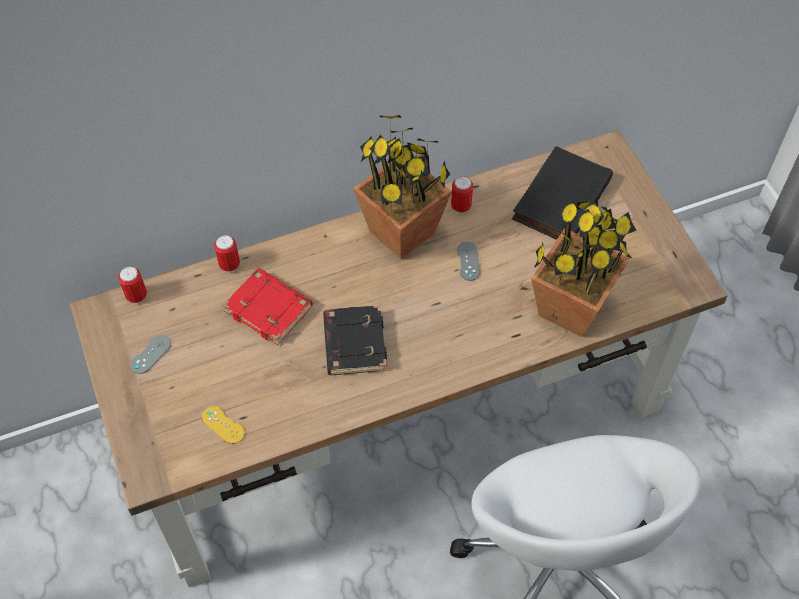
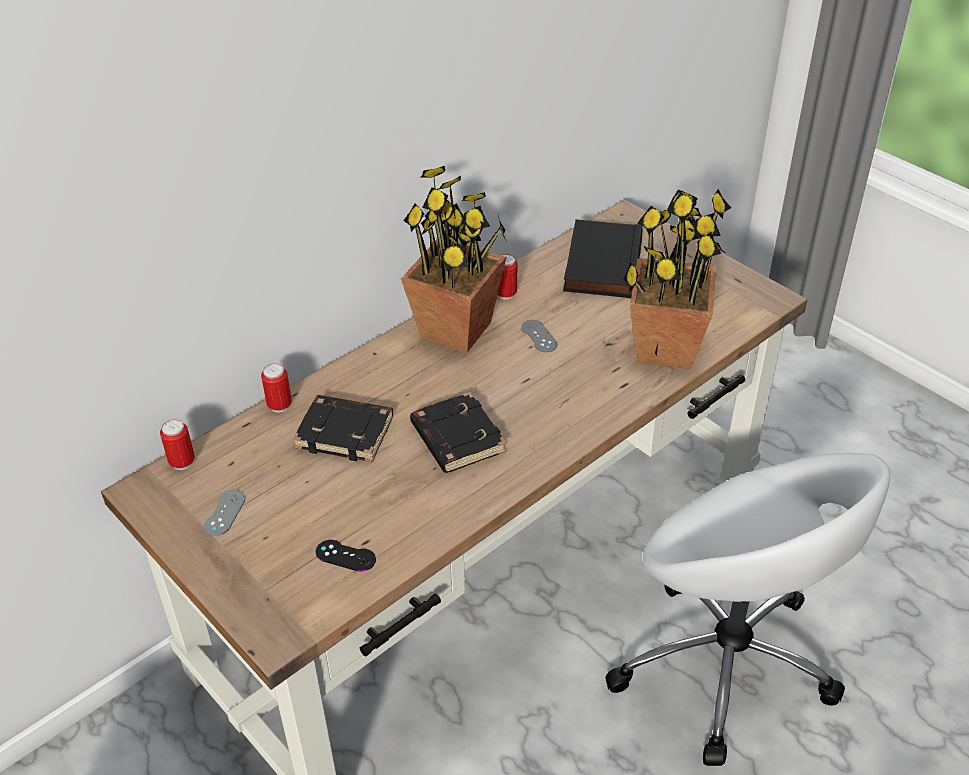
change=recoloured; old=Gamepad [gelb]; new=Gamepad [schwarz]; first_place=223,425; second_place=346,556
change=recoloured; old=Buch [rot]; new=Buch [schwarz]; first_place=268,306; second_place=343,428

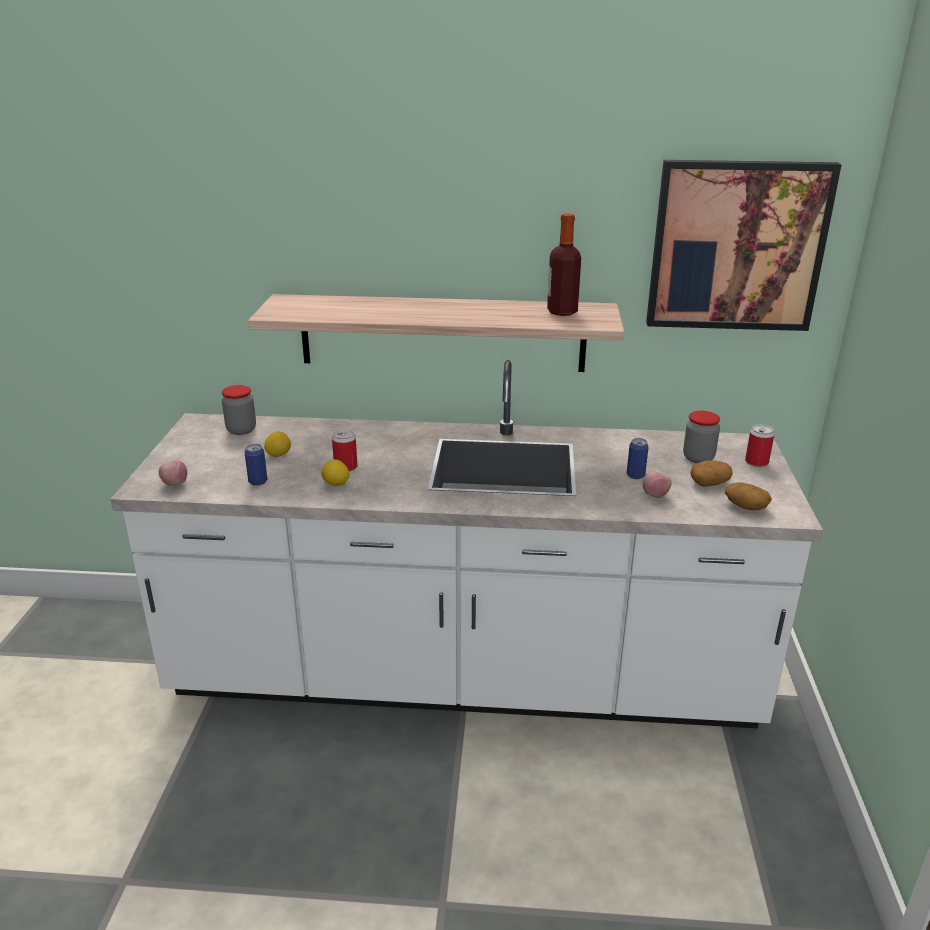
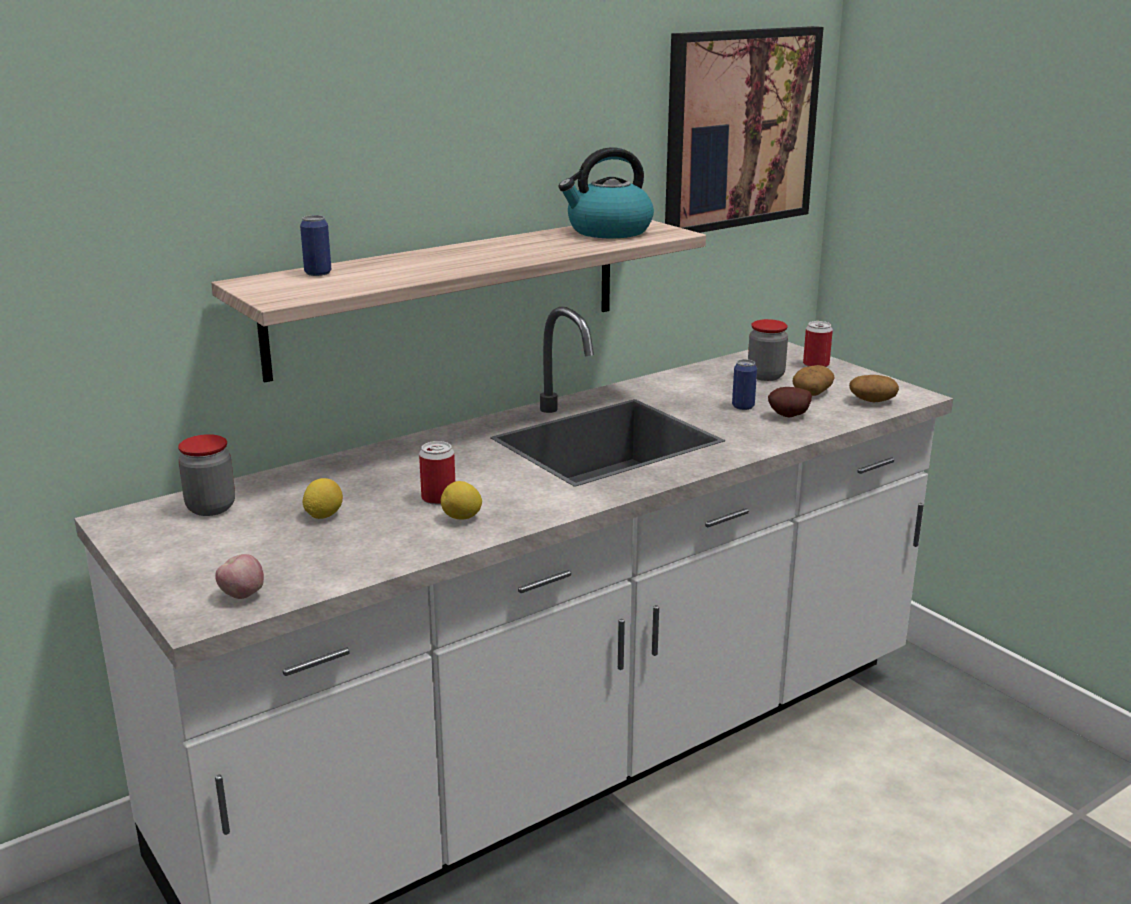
change=moved; old=Dose; first_place=255,464; second_place=315,245
change=replaced; old=Flasche; new=Wasserkessel; first_place=564,264; second_place=606,192
change=replaced; old=Apfel; new=Kartoffel; first_place=657,484; second_place=790,402

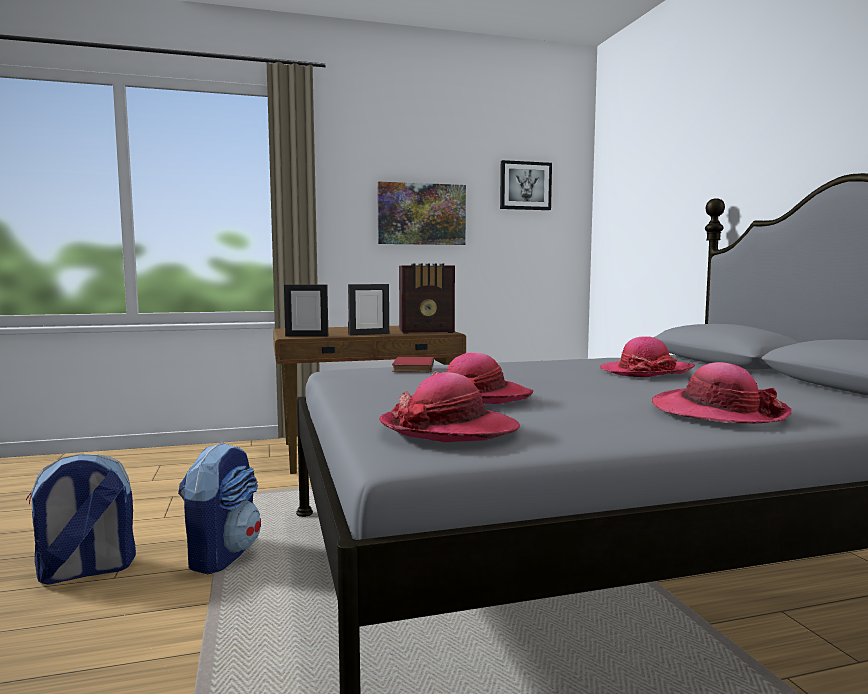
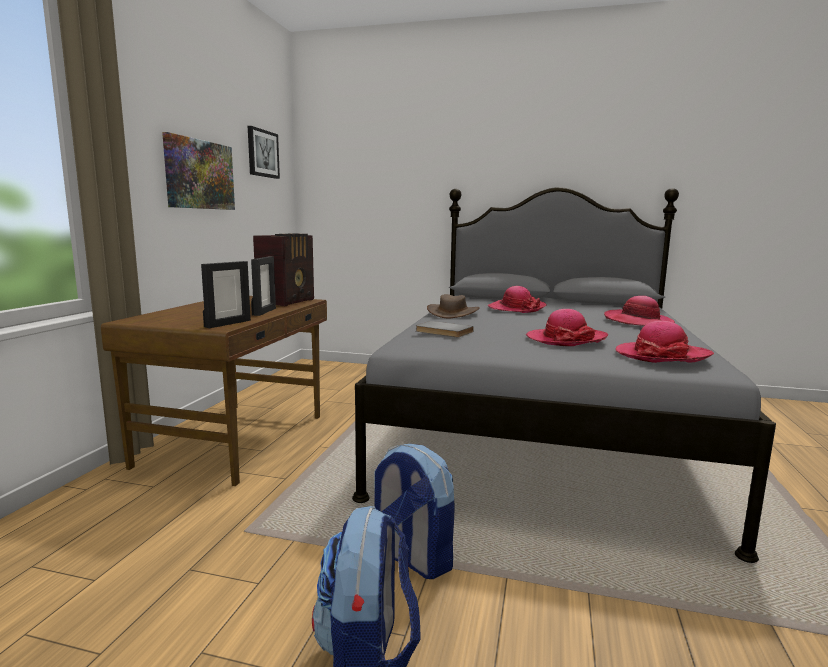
change=added; new=Hut [braun]; second_place=453,306
change=recoloured; old=Buch [rot]; new=Buch [grau]; first_place=413,364; second_place=445,329

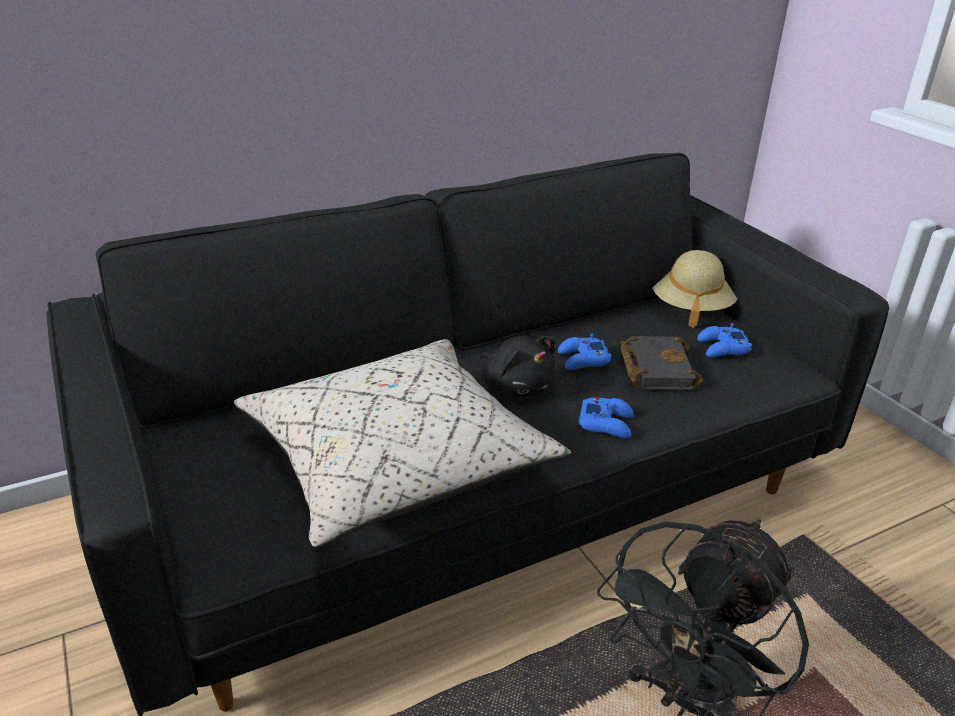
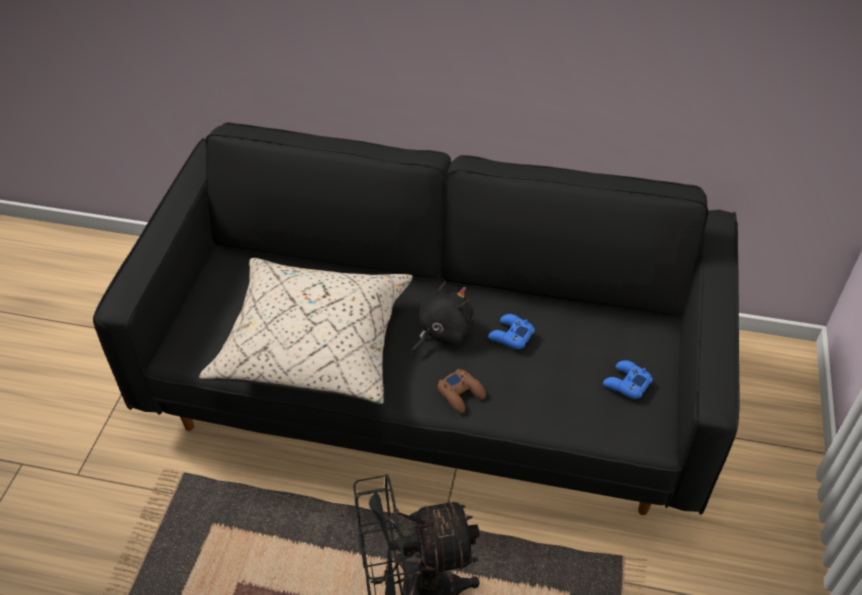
change=removed; old=Buch [schwarz]; first_place=662,363
change=removed; old=Hut [beige]; first_place=694,289
change=recoloured; old=Gamepad [blau]; new=Gamepad [braun]; first_place=606,417; second_place=462,391
change=turned; old=Plüschtier [schwarz]; first_place=518,366; second_place=442,318; degrees=-135

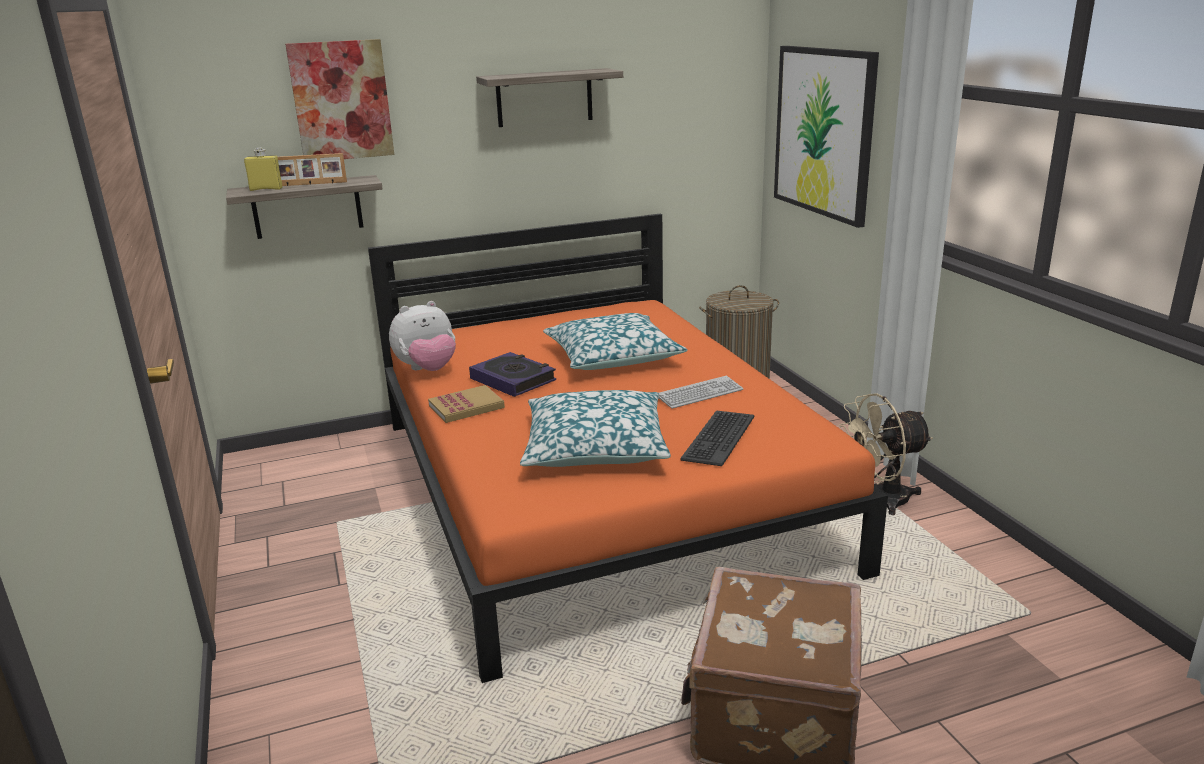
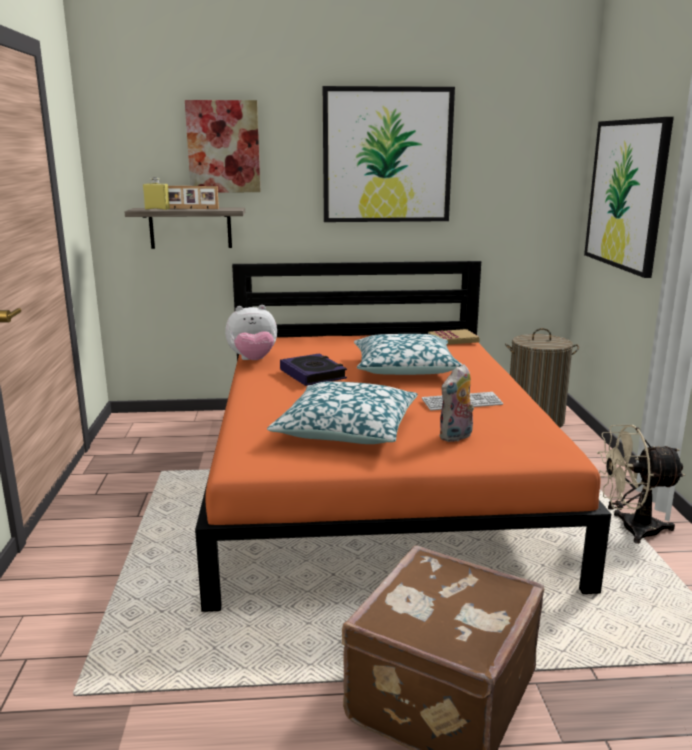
change=moved; old=Buch; first_place=466,404; second_place=454,337
change=replaced; old=Wandregal; new=Bild; first_place=549,97; second_place=389,154
change=replaced; old=Tastatur; new=Plüschtier; first_place=717,438; second_place=456,403

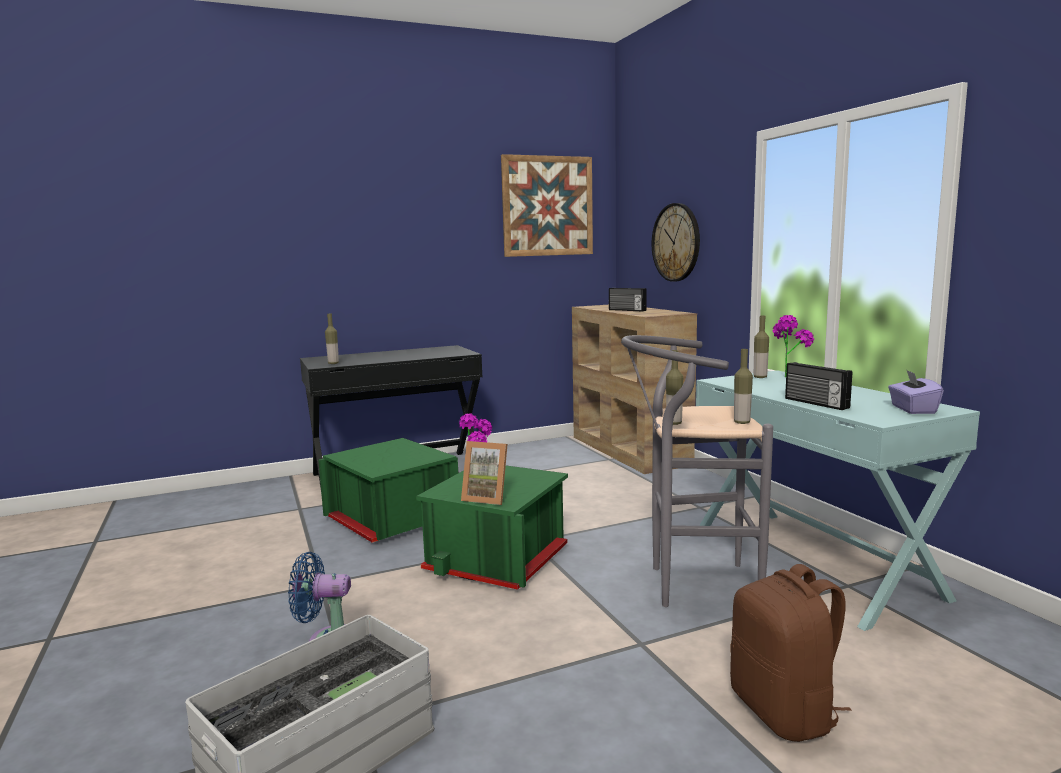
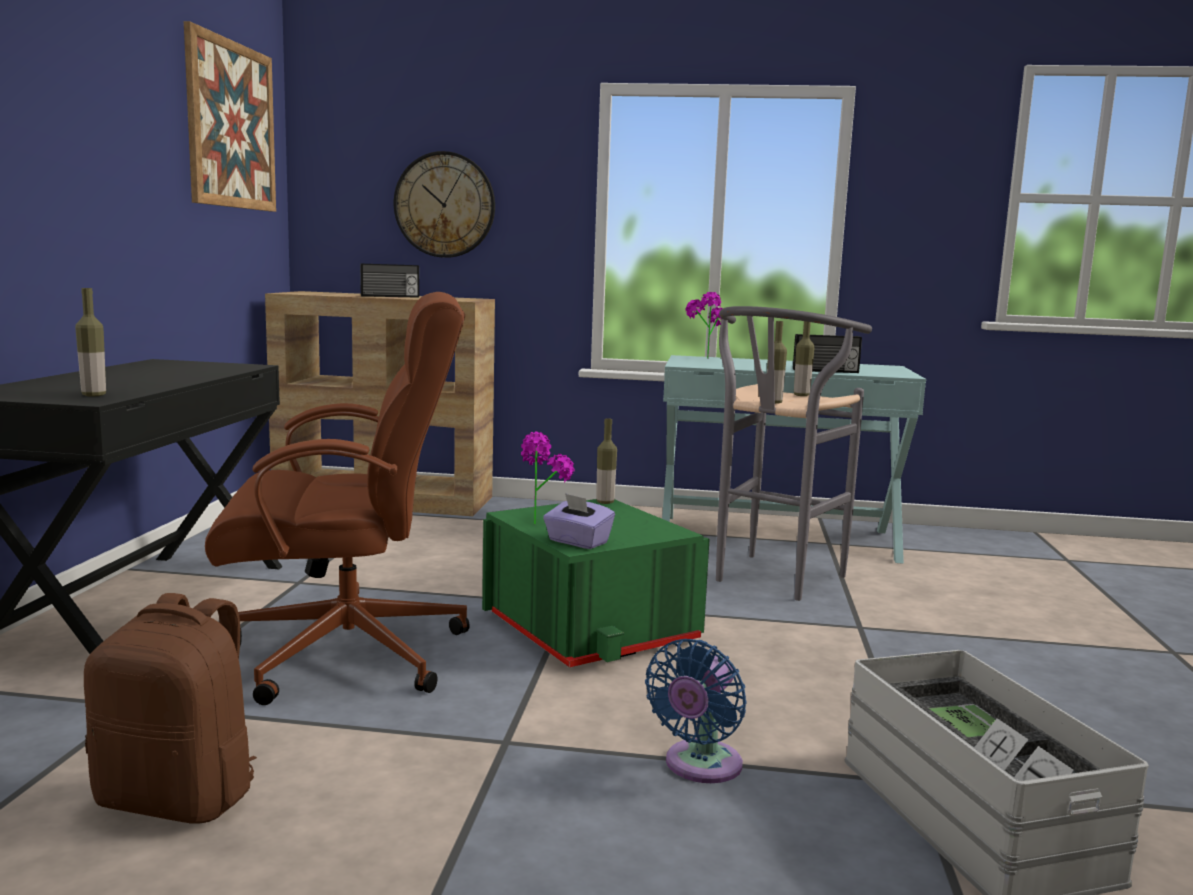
change=removed; old=Bilderrahmen; first_place=484,473
change=moved; old=Rucksack [braun]; first_place=790,653; second_place=170,708
change=moved; old=Flasche; first_place=761,346; second_place=606,461
change=moved; old=Taschentuchbox [lila]; first_place=916,391; second_place=579,521
change=replaced; old=Aufbewahrungsbox [grün]; new=Bürostuhl [braun]; first_place=388,490; second_place=337,498

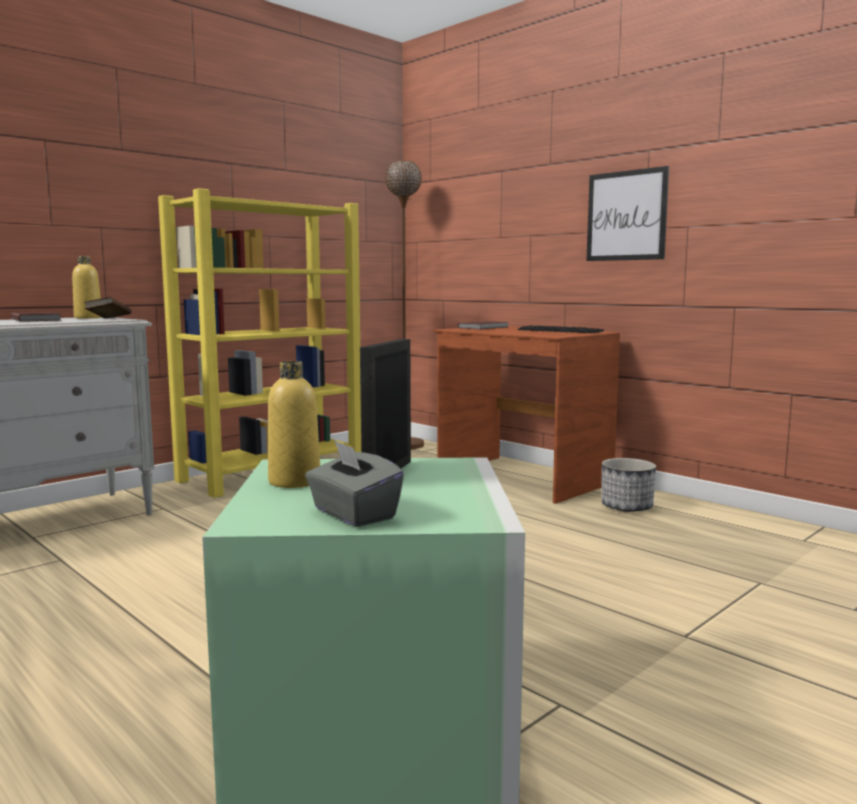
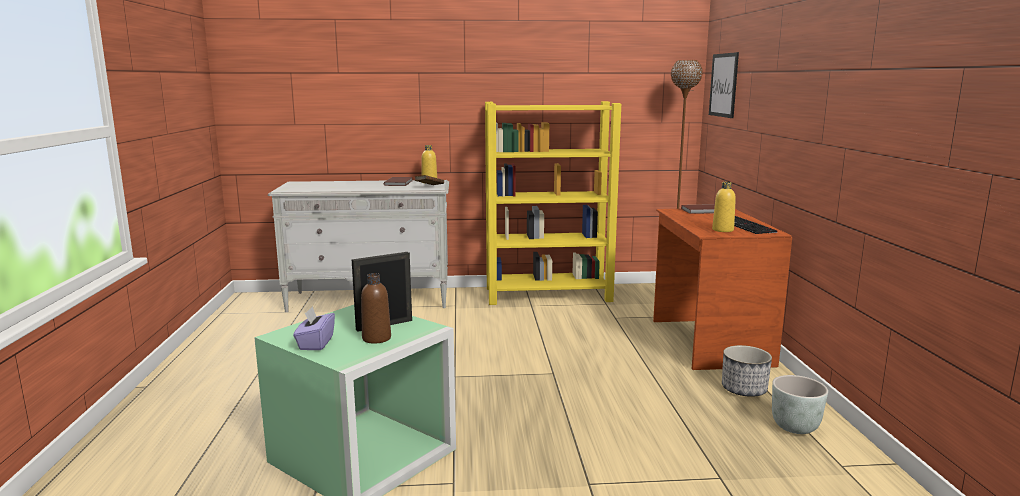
change=added; new=Flasche [braun]; second_place=376,308
change=added; new=Pflanzkübel [grau]; second_place=800,404
change=moved; old=Flasche [gelb]; first_place=294,424; second_place=724,207
change=moved; old=Bild; first_place=628,213; second_place=724,85
change=recoloured; old=Taschentuchbox [grau]; new=Taschentuchbox [lila]; first_place=354,483; second_place=314,328

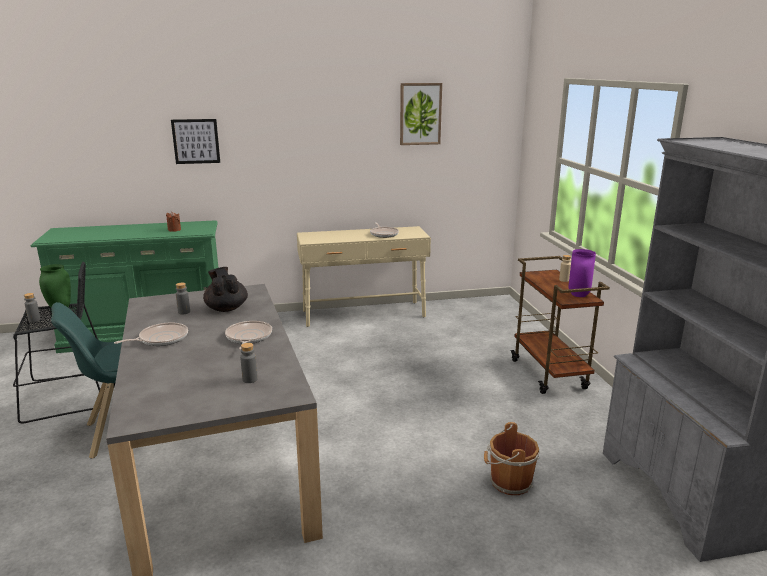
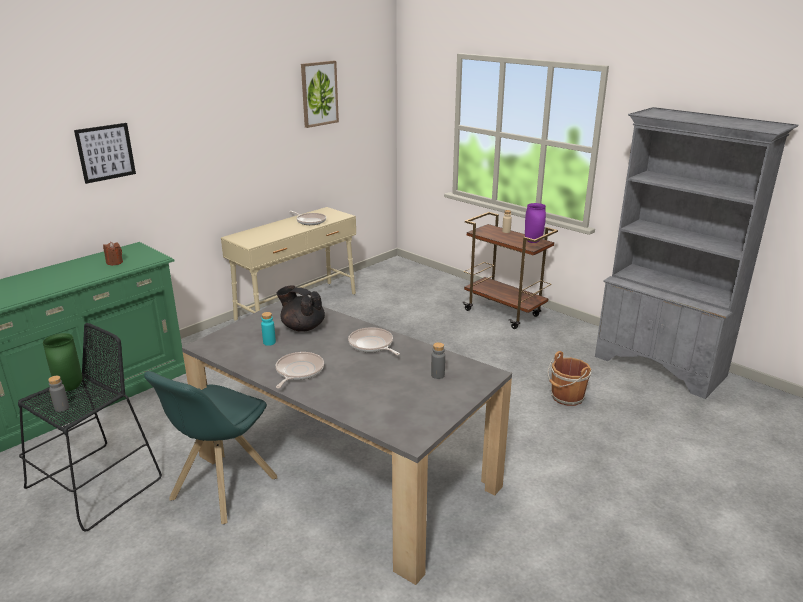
change=recoloured; old=Flasche [grau]; new=Flasche [türkis]; first_place=183,298; second_place=268,329

